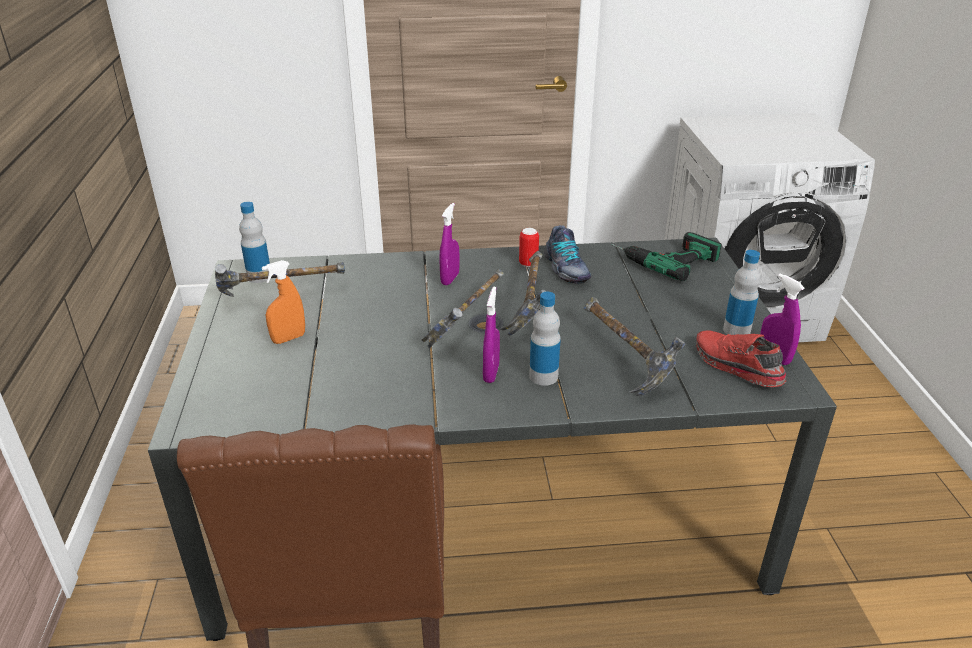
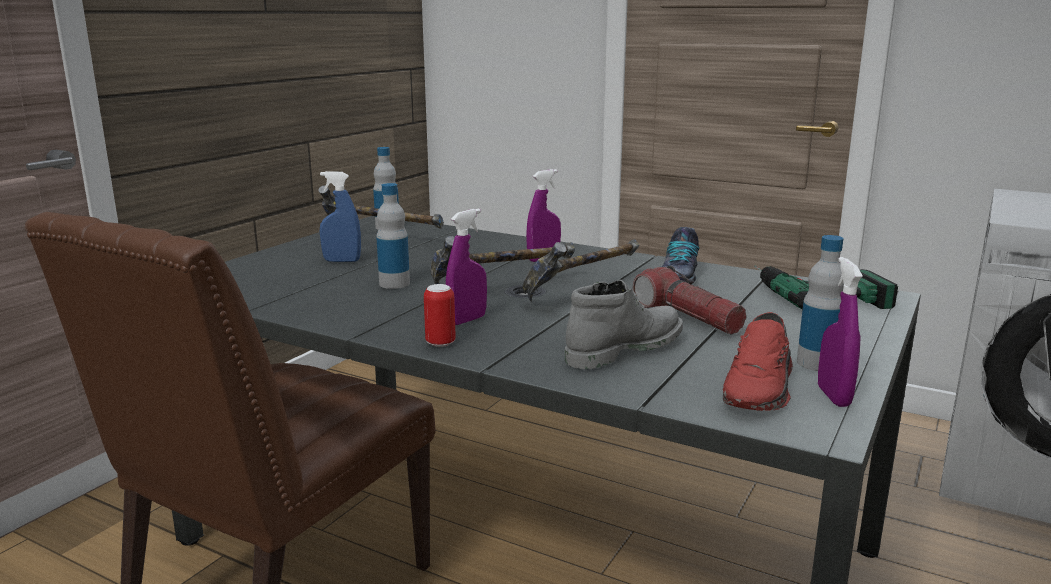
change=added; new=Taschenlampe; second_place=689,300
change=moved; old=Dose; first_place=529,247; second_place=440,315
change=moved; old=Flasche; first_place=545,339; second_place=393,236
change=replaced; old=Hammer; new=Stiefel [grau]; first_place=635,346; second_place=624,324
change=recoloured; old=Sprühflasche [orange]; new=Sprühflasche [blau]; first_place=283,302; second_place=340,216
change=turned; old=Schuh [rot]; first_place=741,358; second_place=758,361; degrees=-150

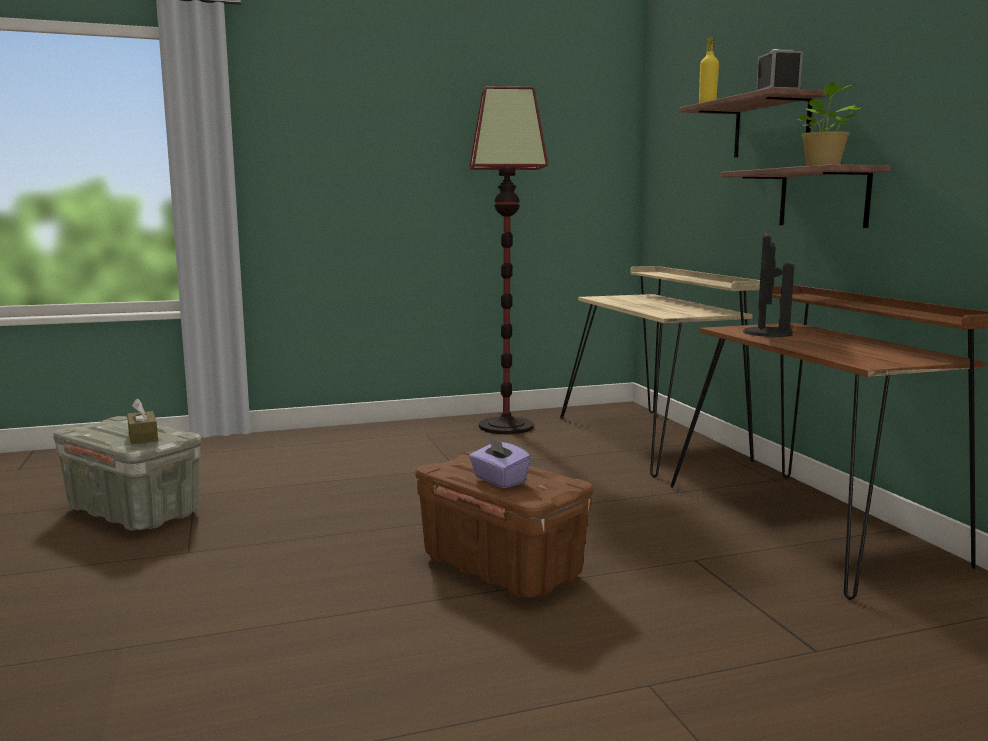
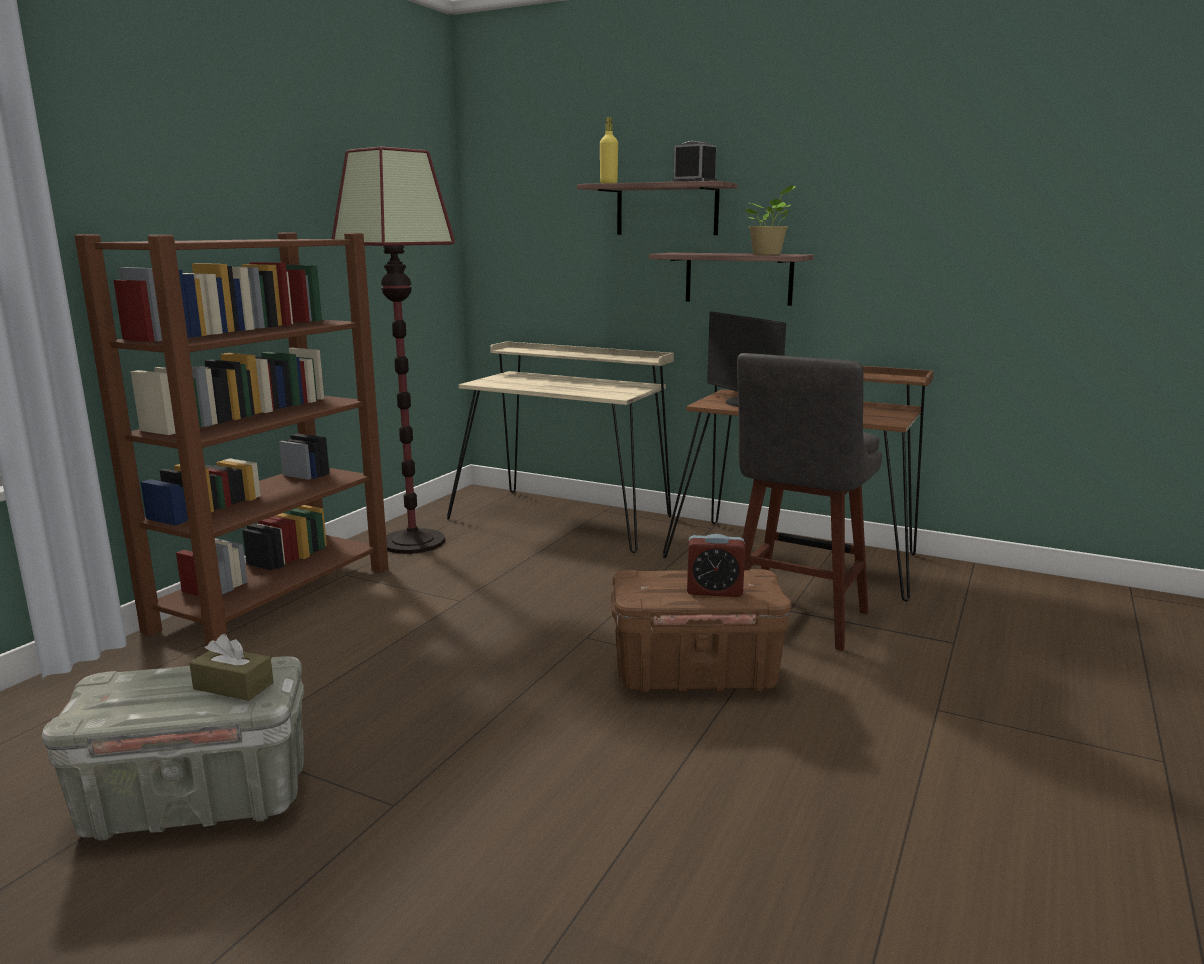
change=added; new=Bücherregal [braun]; second_place=232,442
change=added; new=Hocker [grau]; second_place=809,502
change=replaced; old=Taschentuchbox [lila]; new=Wecker; first_place=500,461; second_place=716,565

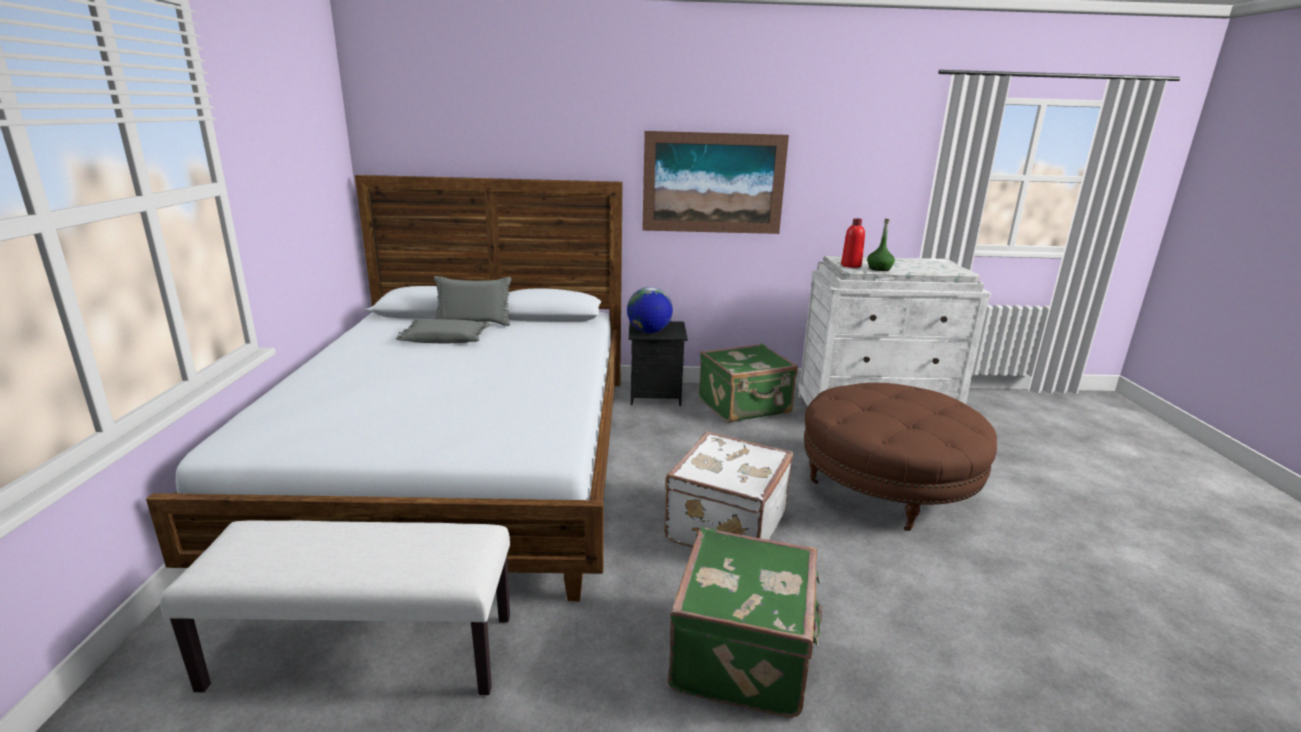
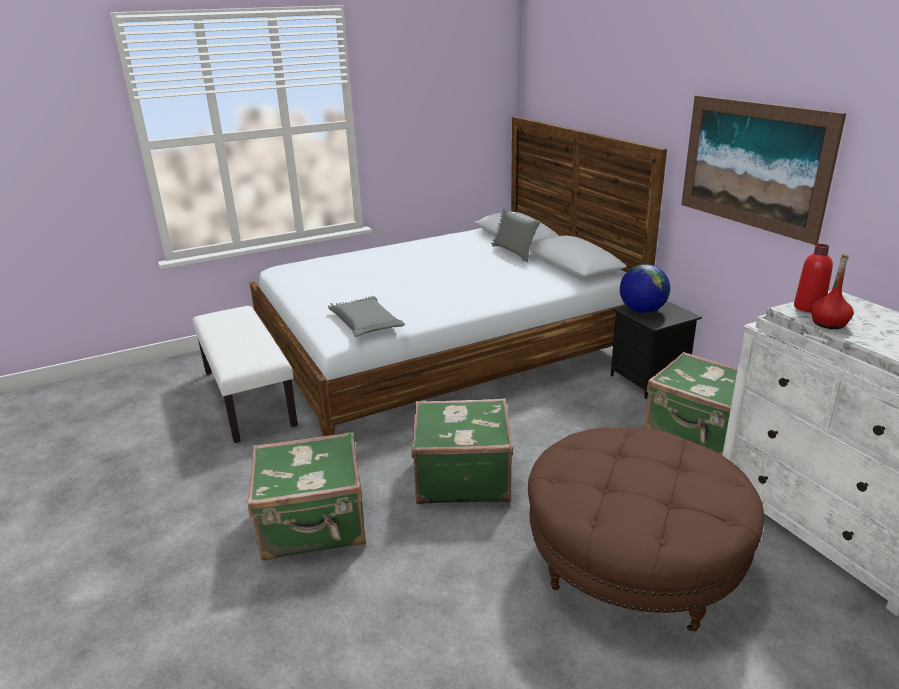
change=moved; old=Kissen [grau]; first_place=443,331; second_place=366,316
change=recoloured; old=Koffer [weiß]; new=Koffer [grün]; first_place=728,489; second_place=462,451
change=recoloured; old=Flasche [grün]; new=Flasche [rot]; first_place=881,245; second_place=832,291

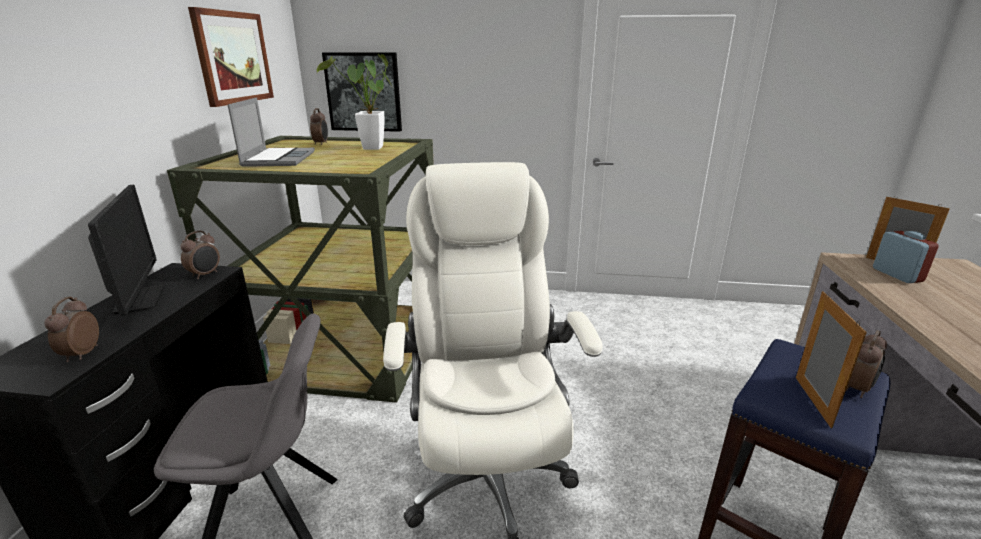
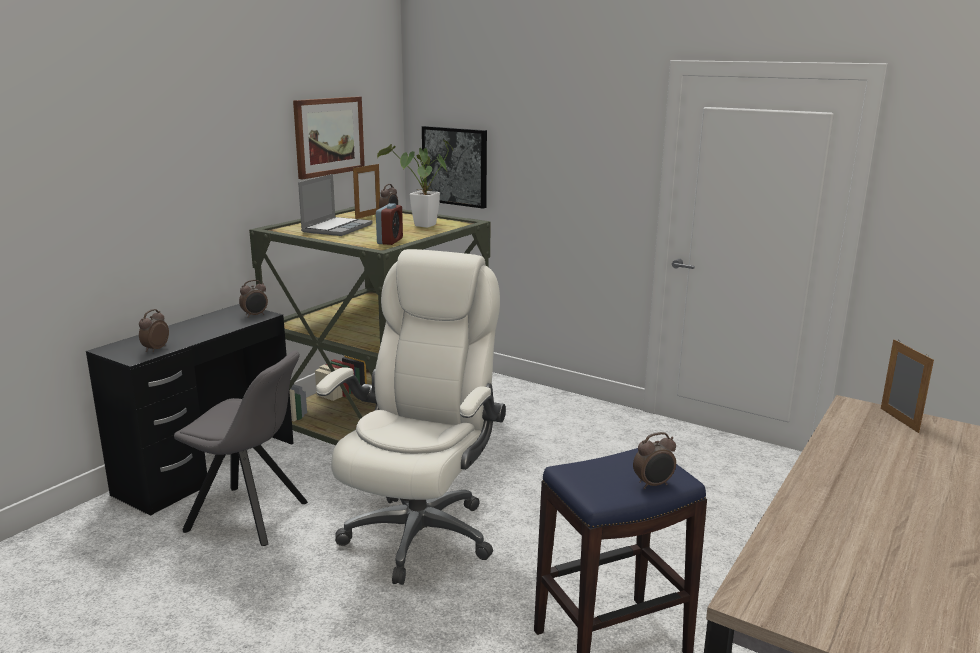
change=removed; old=Monitor; first_place=126,250
change=moved; old=Bilderrahmen; first_place=831,359; second_place=366,191
change=moved; old=Wecker; first_place=906,257; second_place=389,224

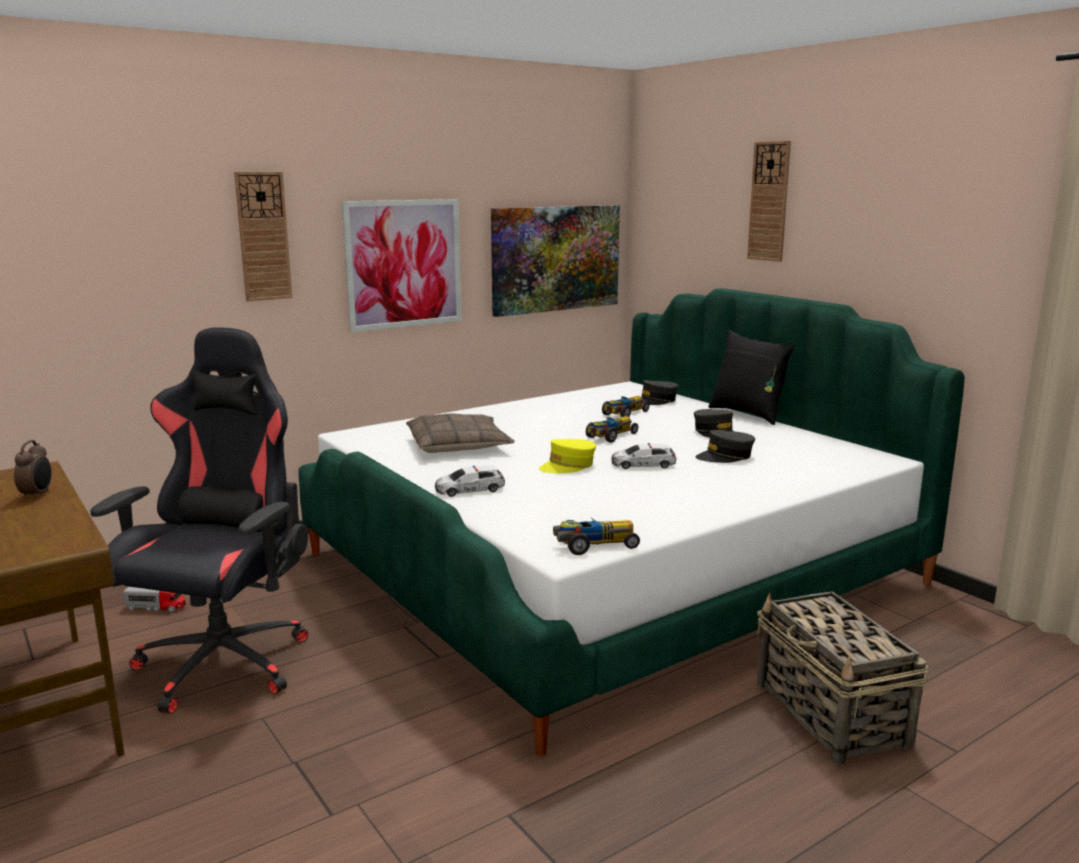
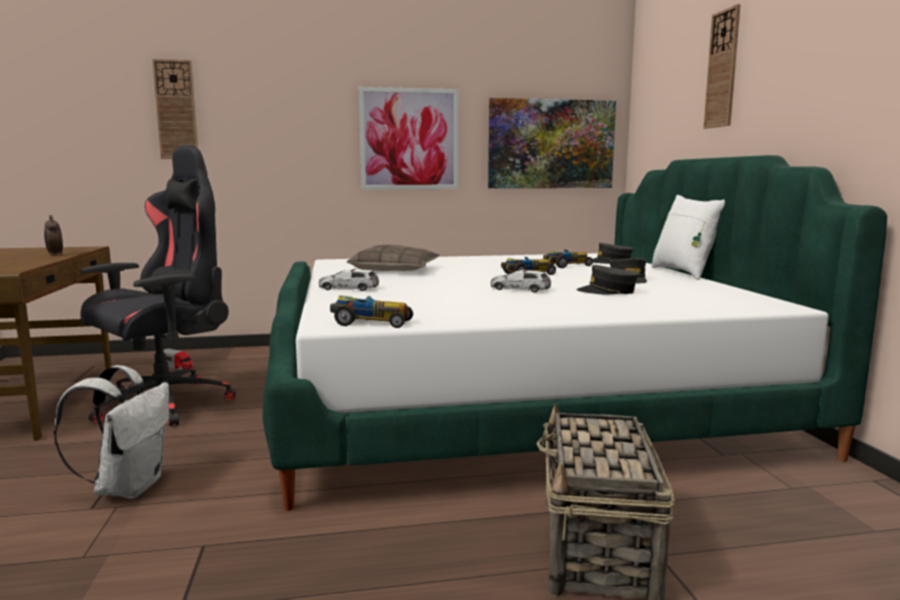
change=removed; old=Kappe [gelb]; first_place=567,456
change=added; new=Rucksack [weiß]; second_place=111,432
change=moved; old=Wanduhr; first_place=263,237; second_place=175,109
change=recoloured; old=Kissen [schwarz]; new=Kissen [weiß]; first_place=751,377; second_place=688,237
change=turned; old=Wecker; first_place=33,470; second_place=53,235; degrees=120

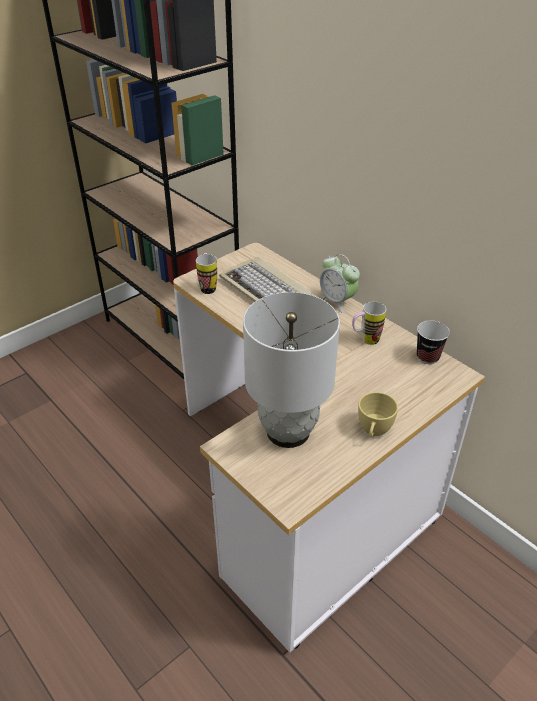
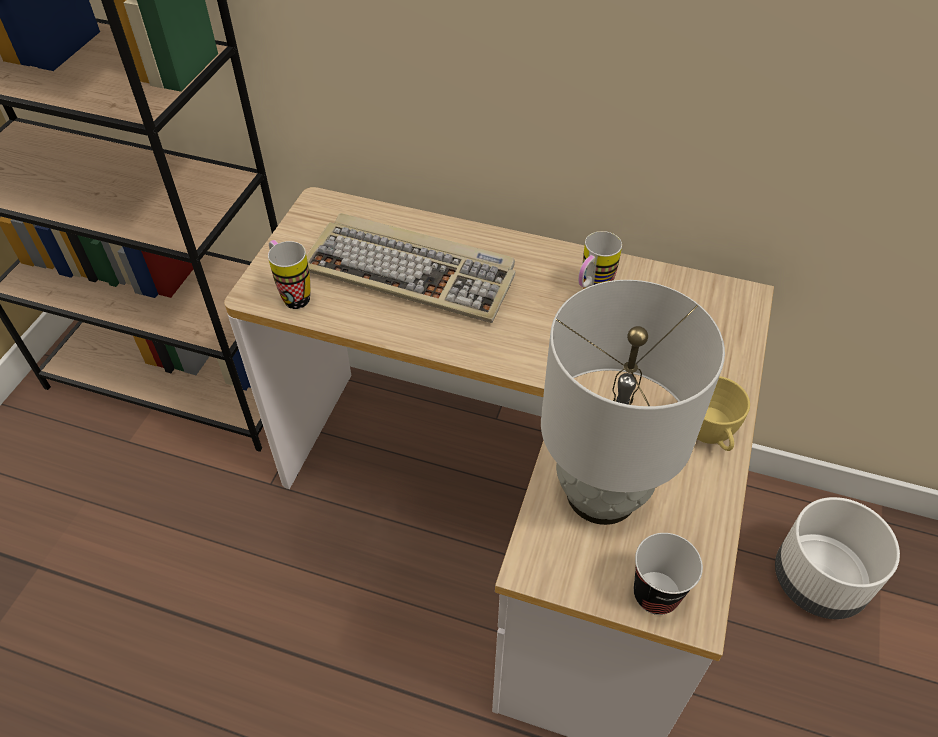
change=removed; old=Wecker; first_place=339,283
change=added; new=Pflanzkübel [weiß]; second_place=837,558
change=moved; old=Tasse; first_place=433,342; second_place=668,574

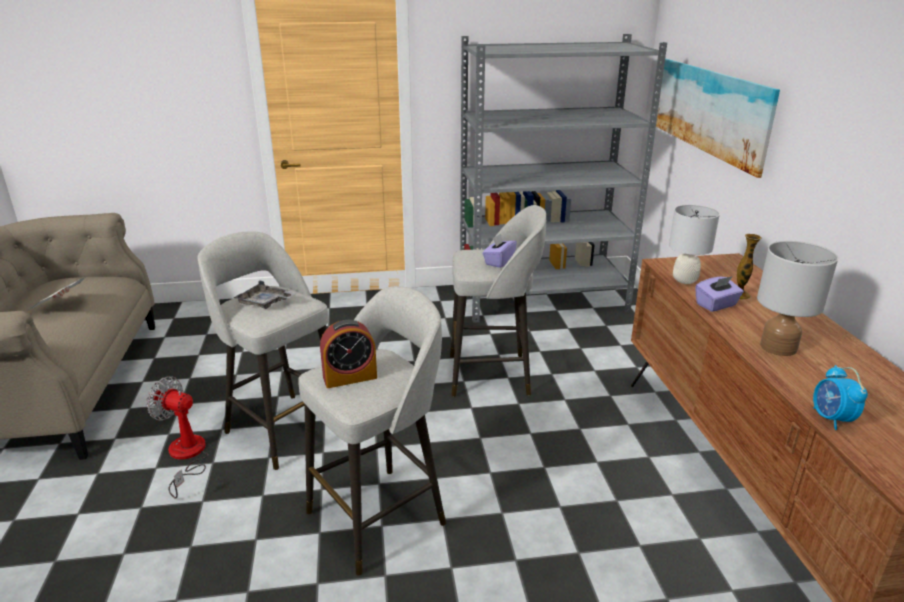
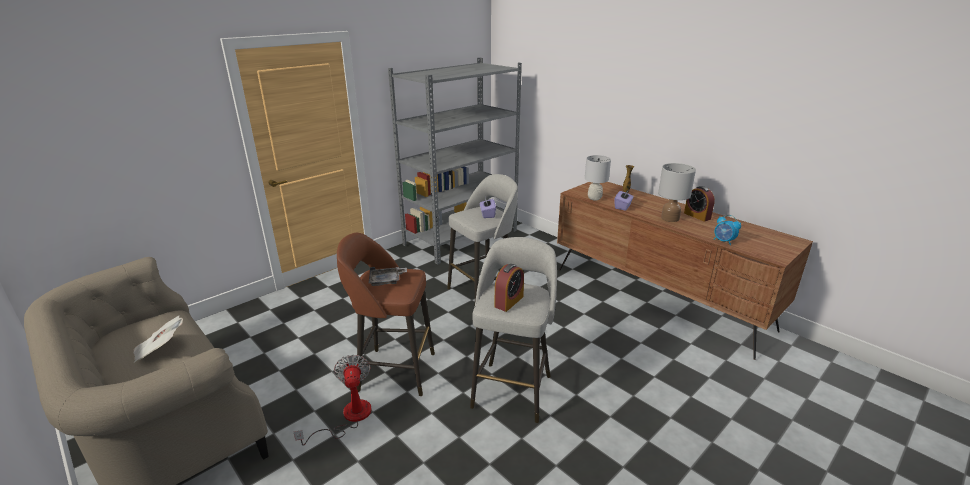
change=removed; old=Bild; first_place=718,118
change=added; new=Wecker; second_place=699,204
change=recoloured; old=Hocker [grau]; new=Hocker [braun]; first_place=263,350; second_place=386,314
change=turned; old=Ventilator; first_place=177,437; second_place=333,400; degrees=90

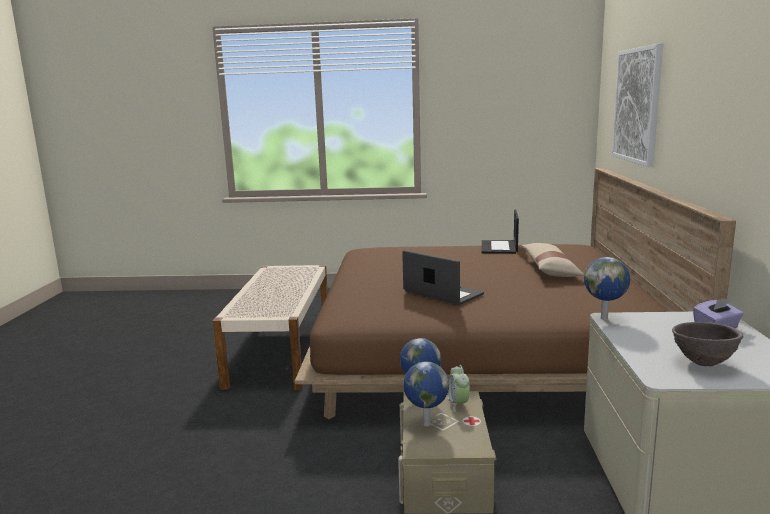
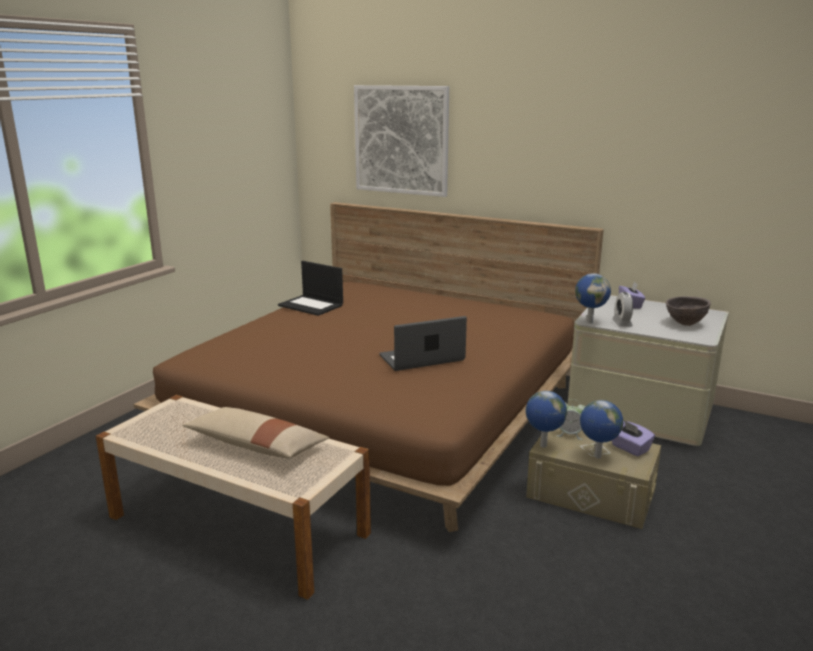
change=added; new=Wecker; second_place=622,309
change=added; new=Taschentuchbox [lila]; second_place=633,438
change=moved; old=Kissen [beige]; first_place=553,260; second_place=255,432

